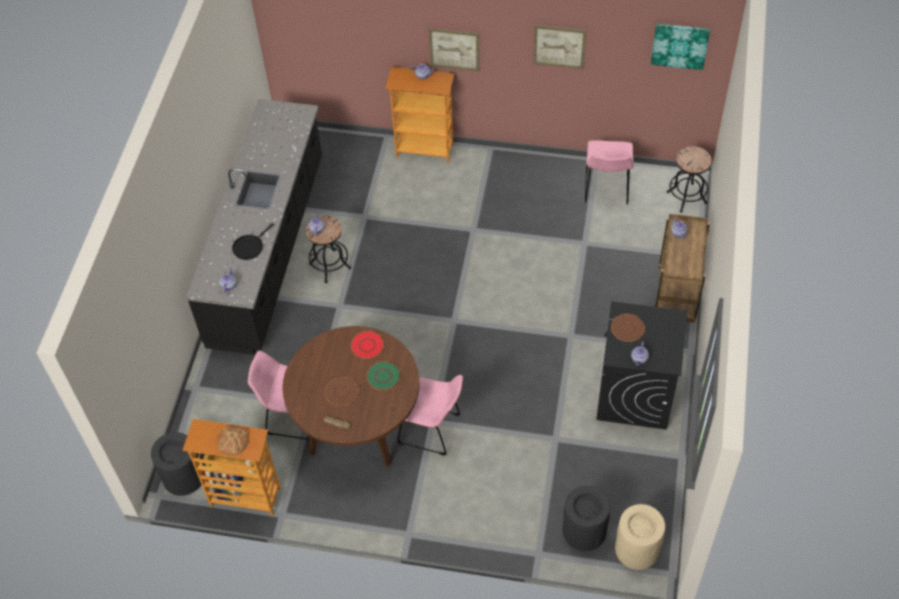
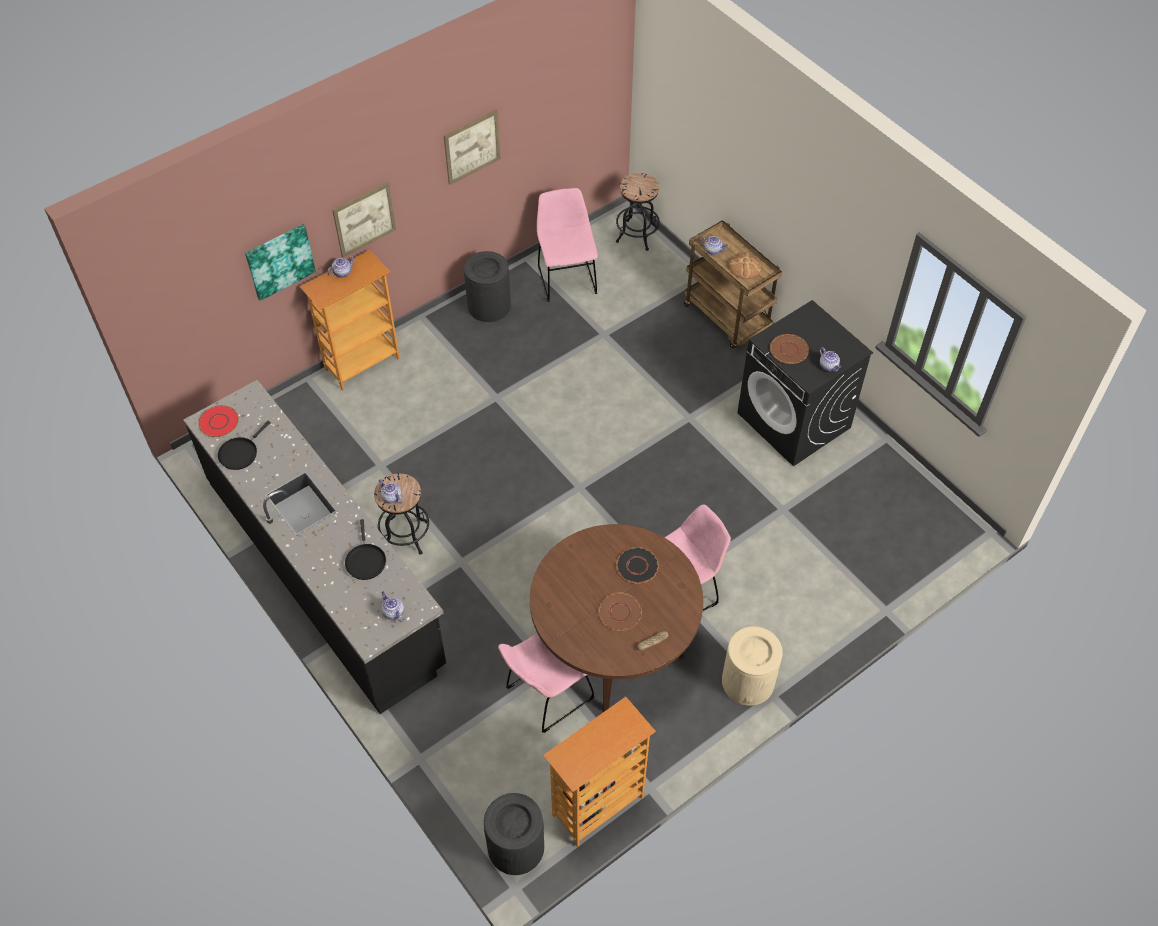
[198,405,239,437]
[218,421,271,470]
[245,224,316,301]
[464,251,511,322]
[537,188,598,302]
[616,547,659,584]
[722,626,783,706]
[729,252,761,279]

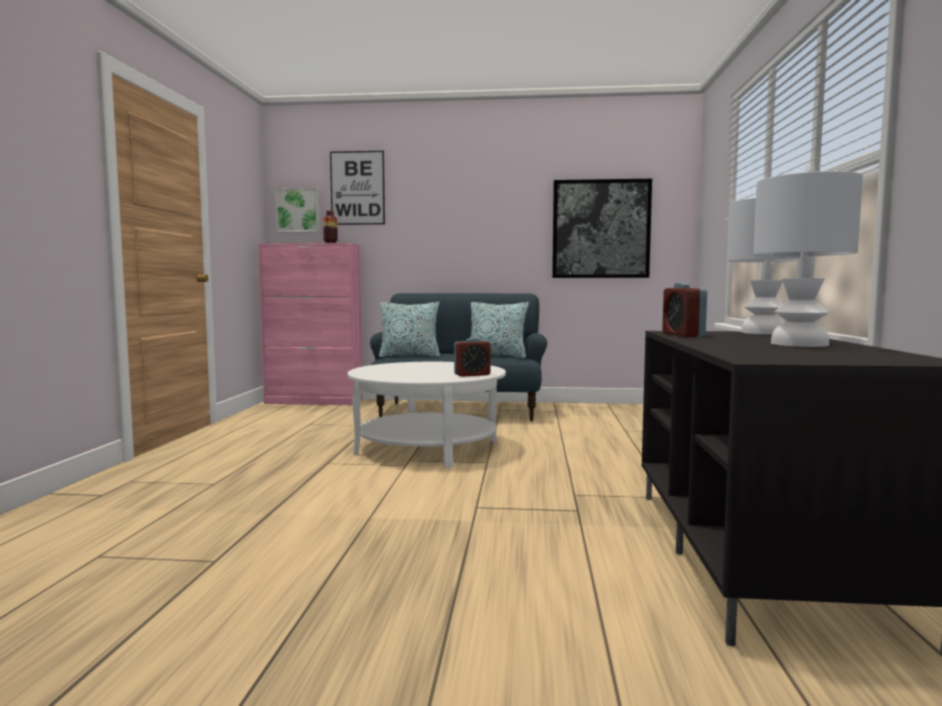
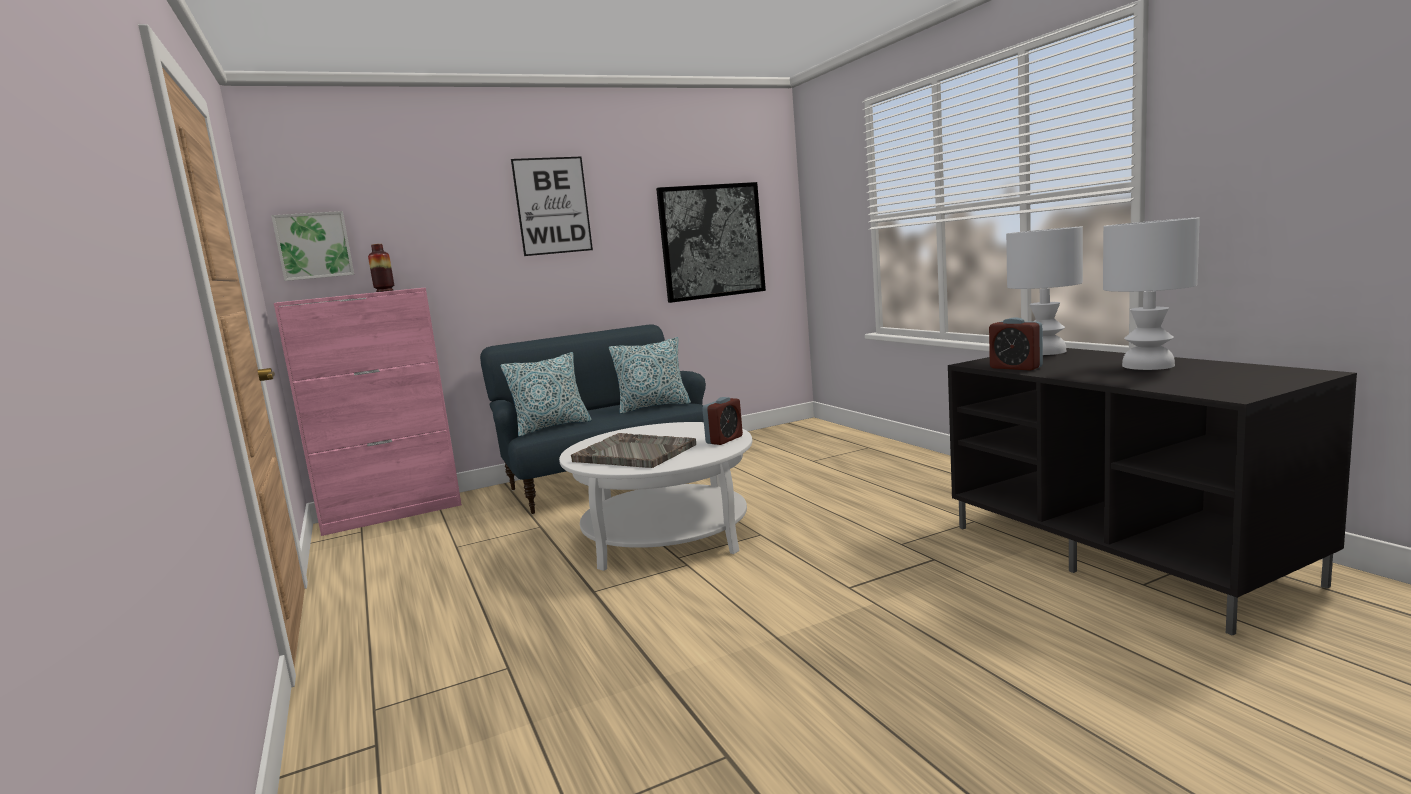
[511,157,593,256]
[571,433,696,468]

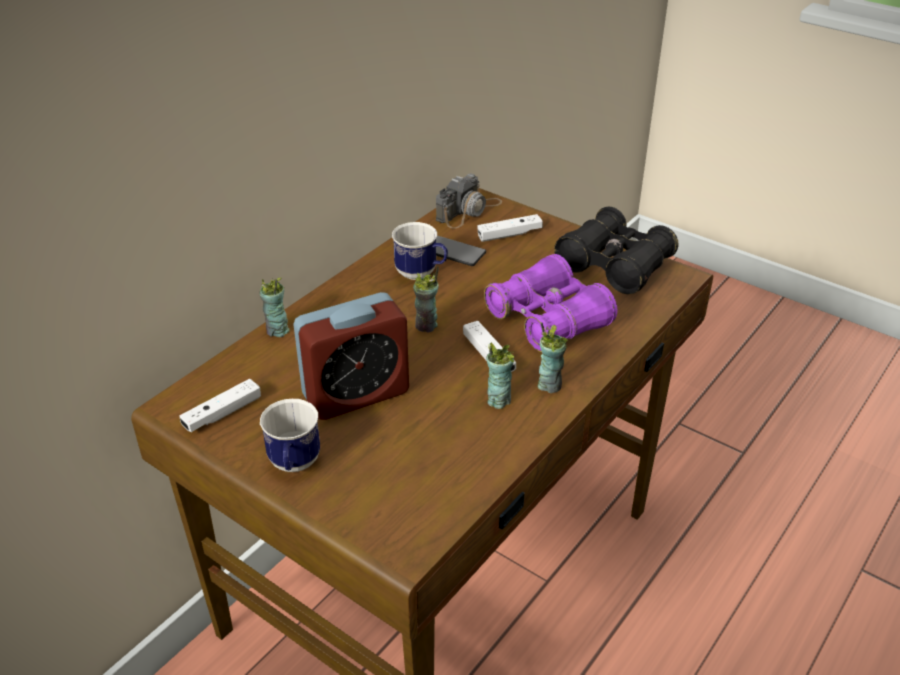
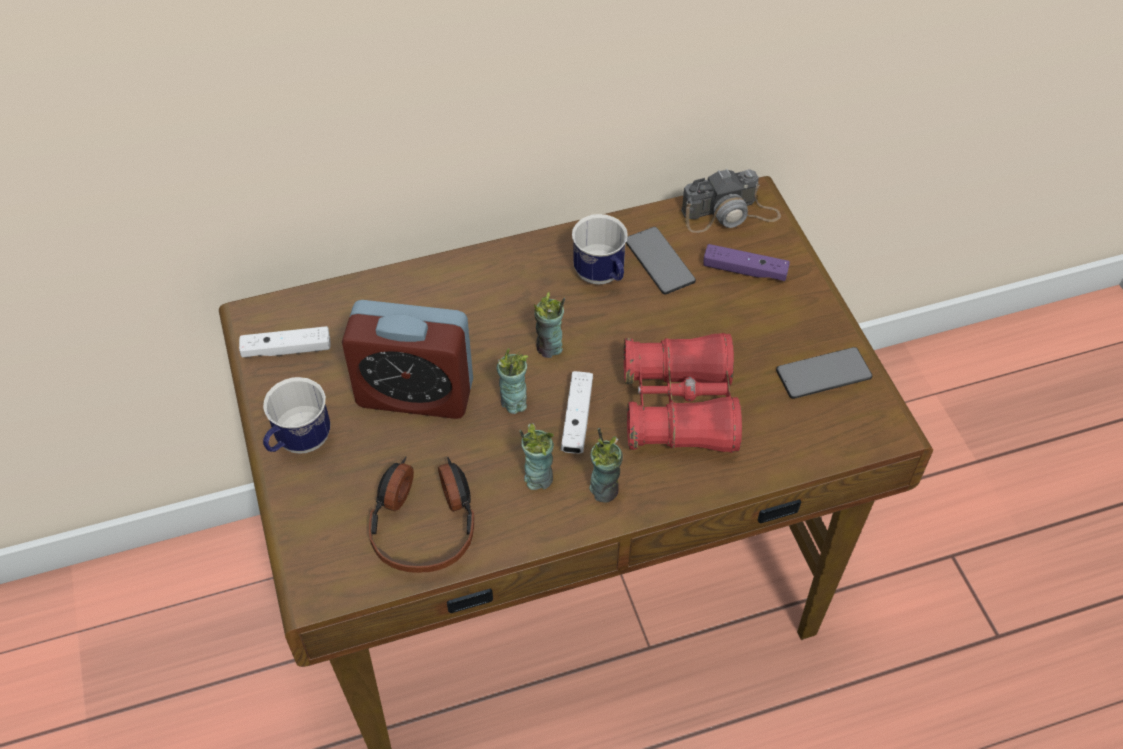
[369,457,474,573]
[496,348,529,414]
[623,333,742,453]
[704,244,790,281]
[776,347,872,399]

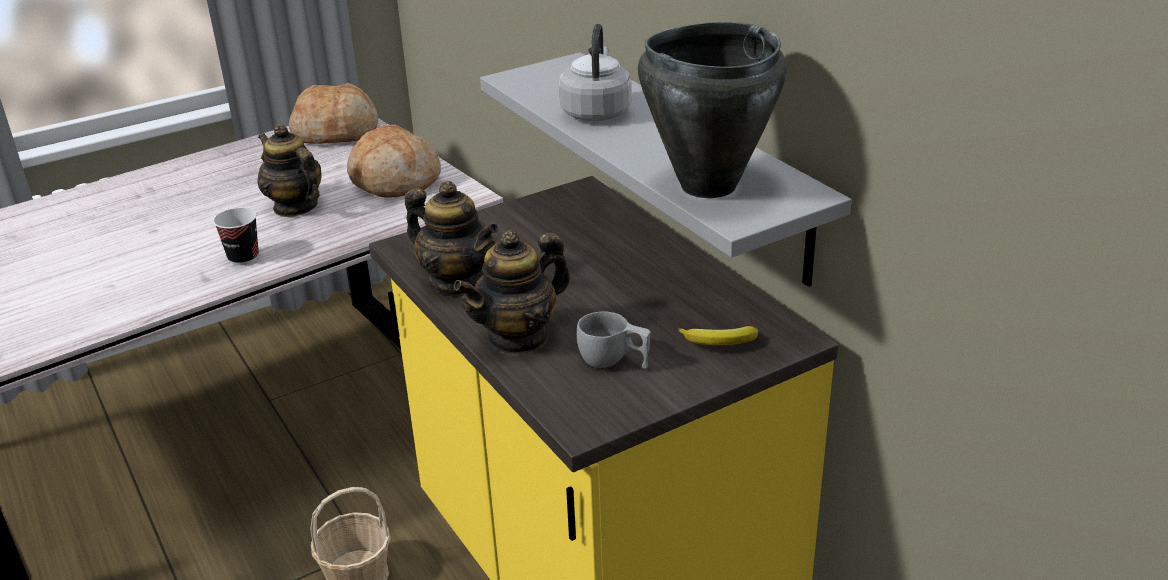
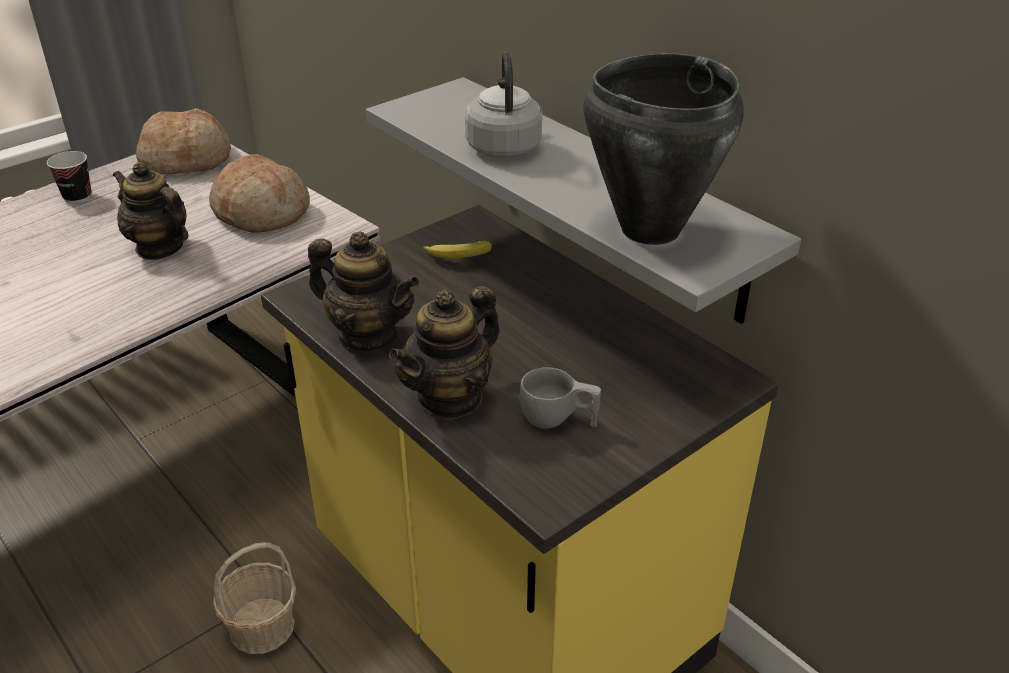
[47,151,92,203]
[423,241,492,258]

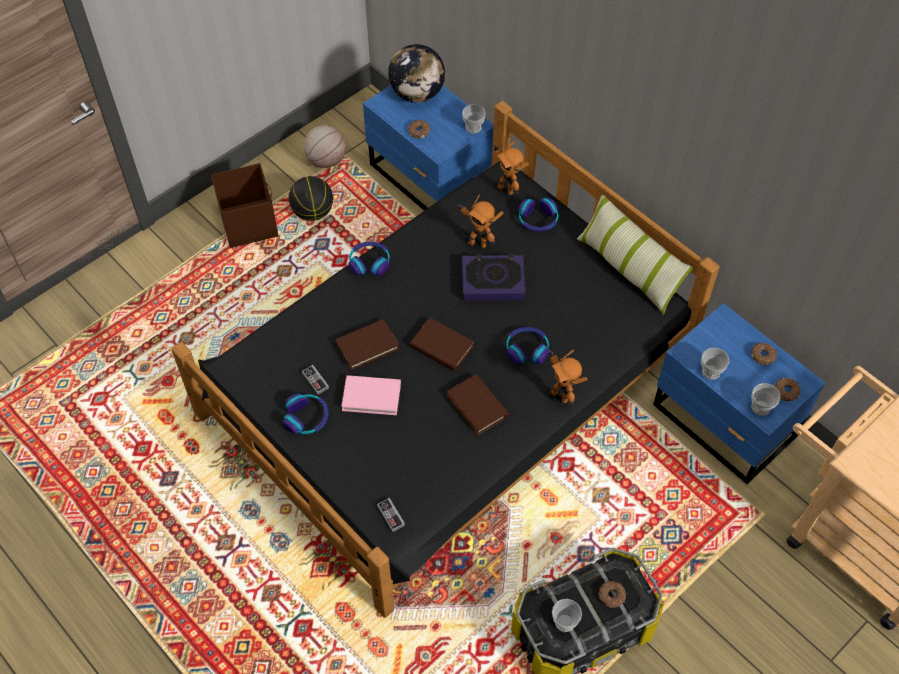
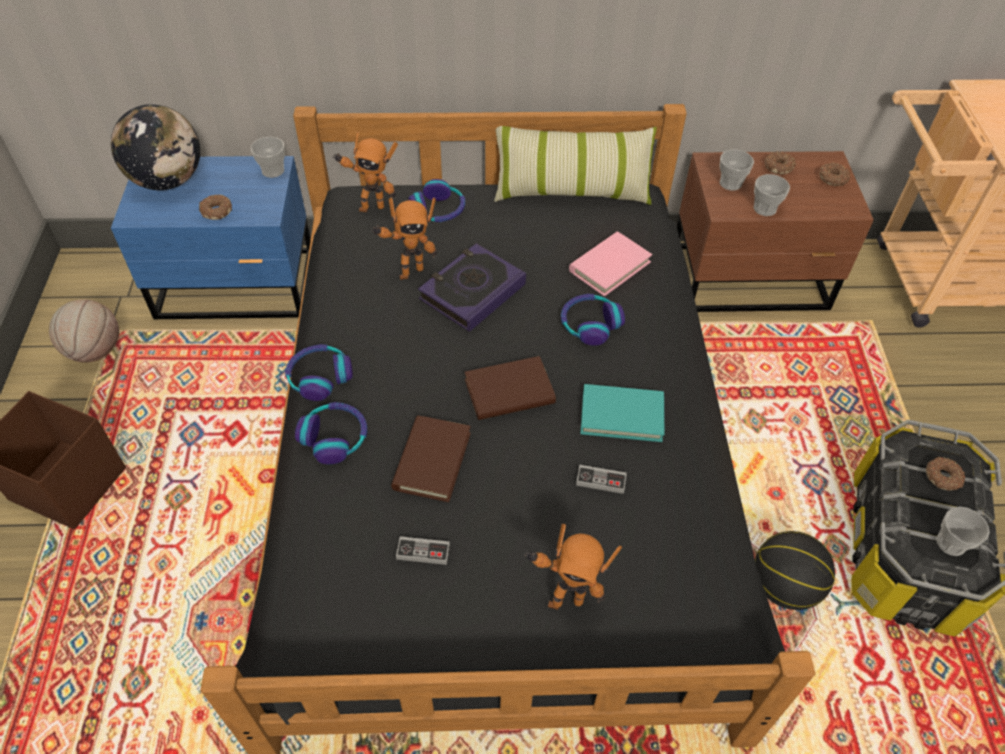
[295,402,367,464]
[524,524,622,610]
[569,231,652,297]
[576,465,627,494]
[580,384,664,442]
[677,151,874,312]
[719,150,754,190]
[755,531,835,610]

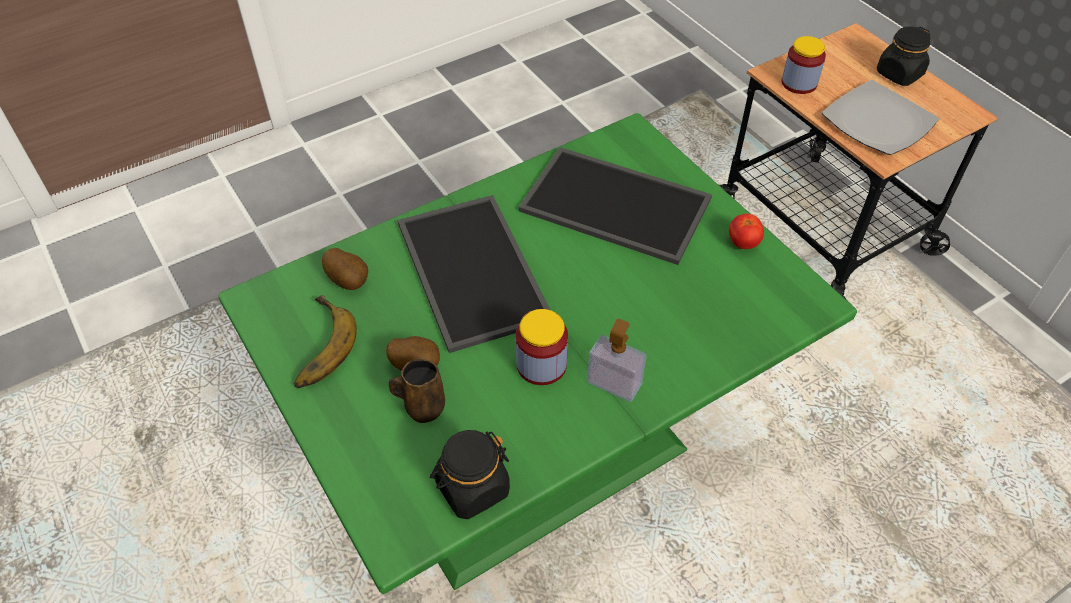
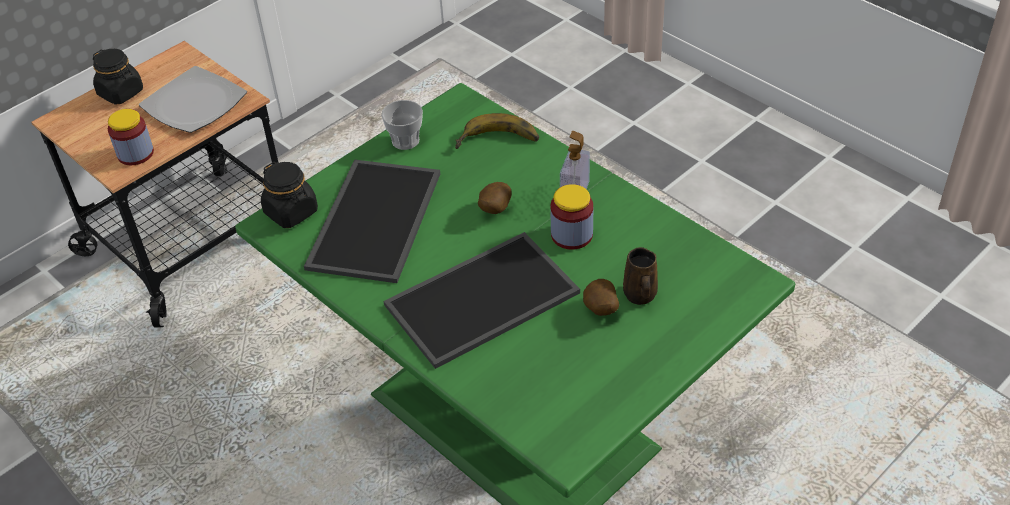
[261,162,318,228]
[381,100,423,150]
[455,113,539,149]
[478,182,512,214]

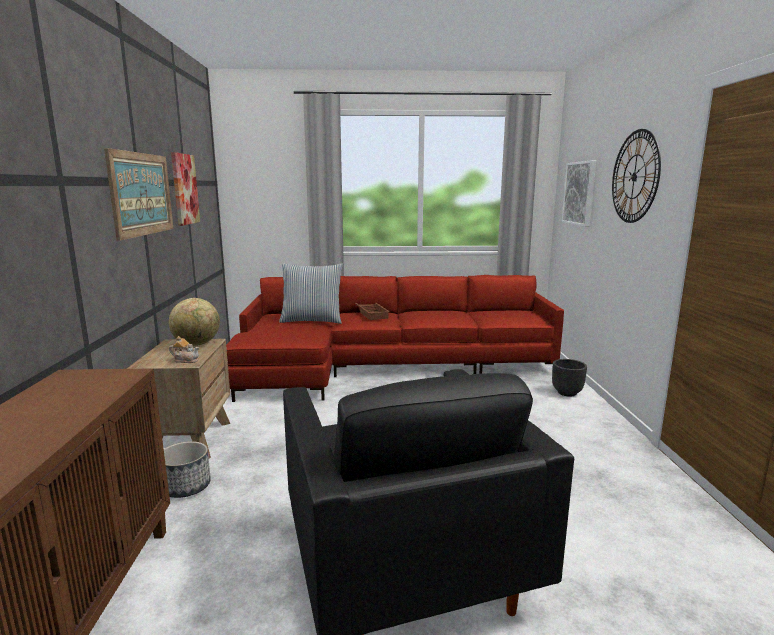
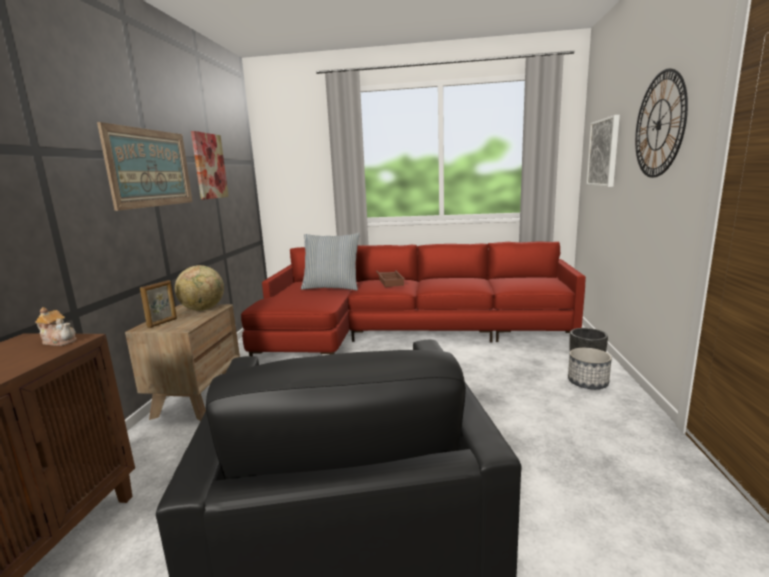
[35,307,77,346]
[140,280,177,328]
[568,348,612,389]

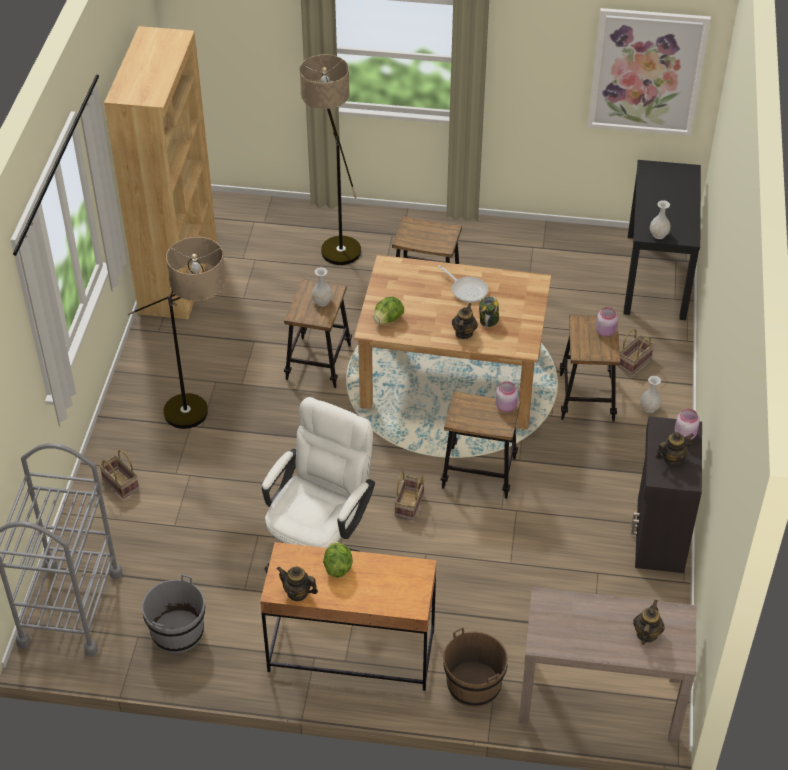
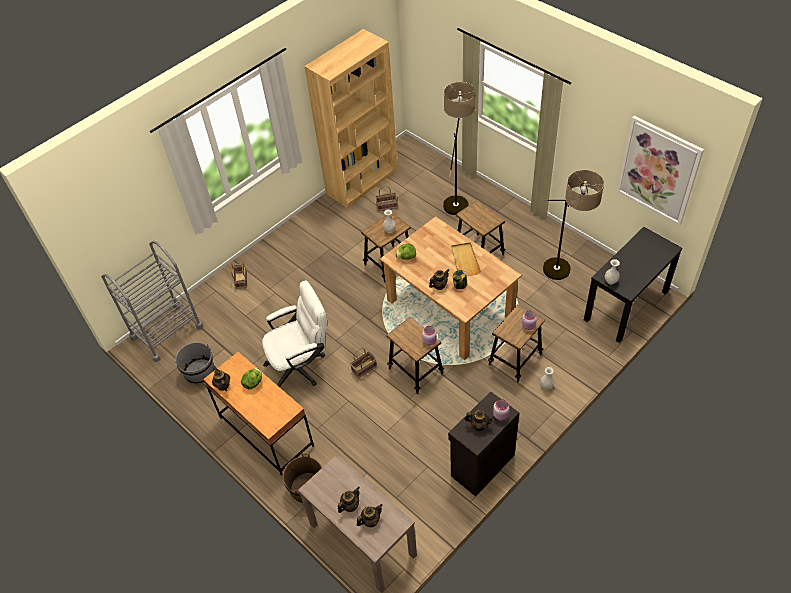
[338,487,360,513]
[375,186,398,211]
[451,242,481,276]
[543,170,604,280]

